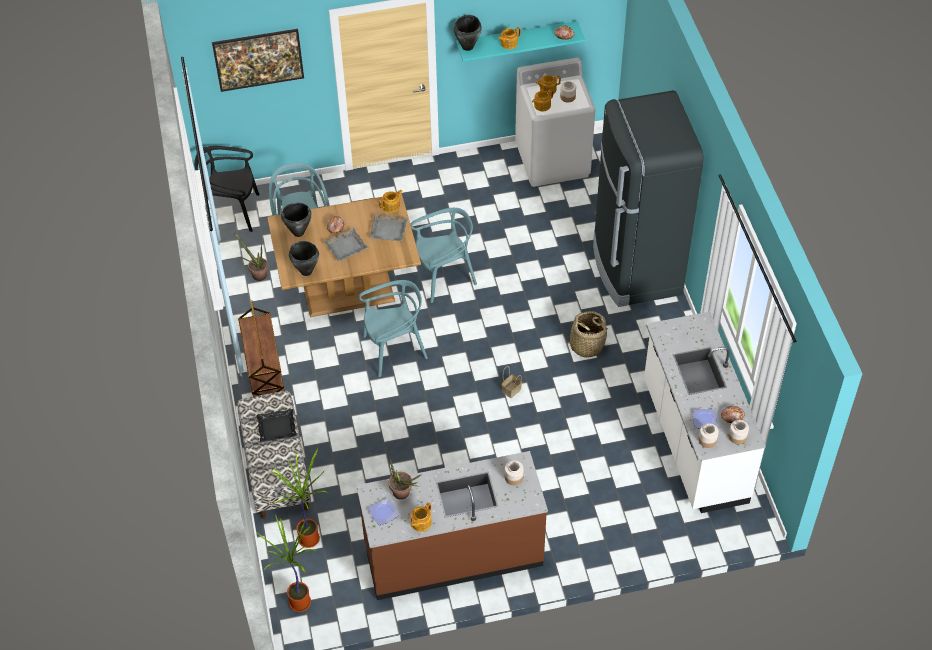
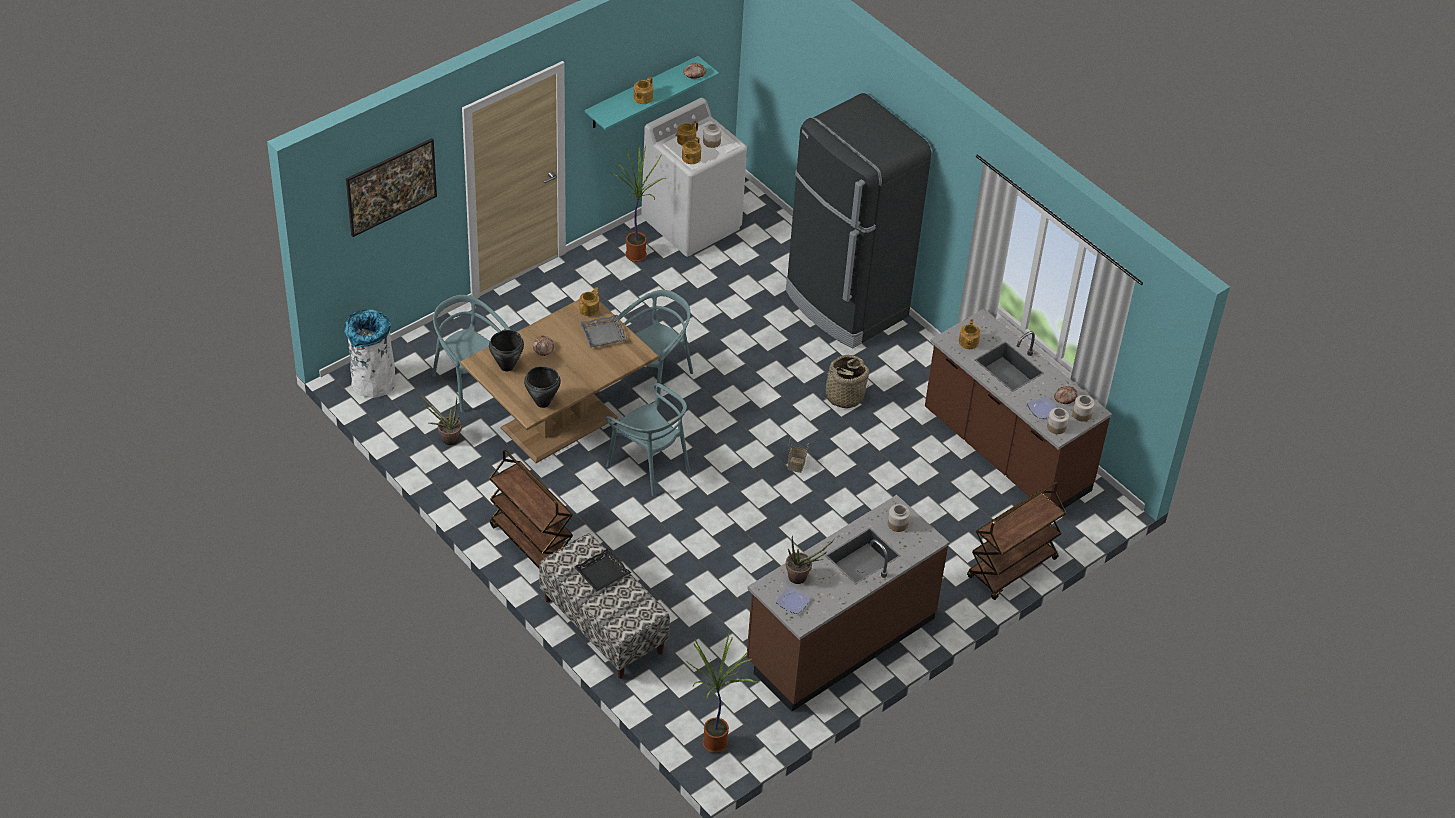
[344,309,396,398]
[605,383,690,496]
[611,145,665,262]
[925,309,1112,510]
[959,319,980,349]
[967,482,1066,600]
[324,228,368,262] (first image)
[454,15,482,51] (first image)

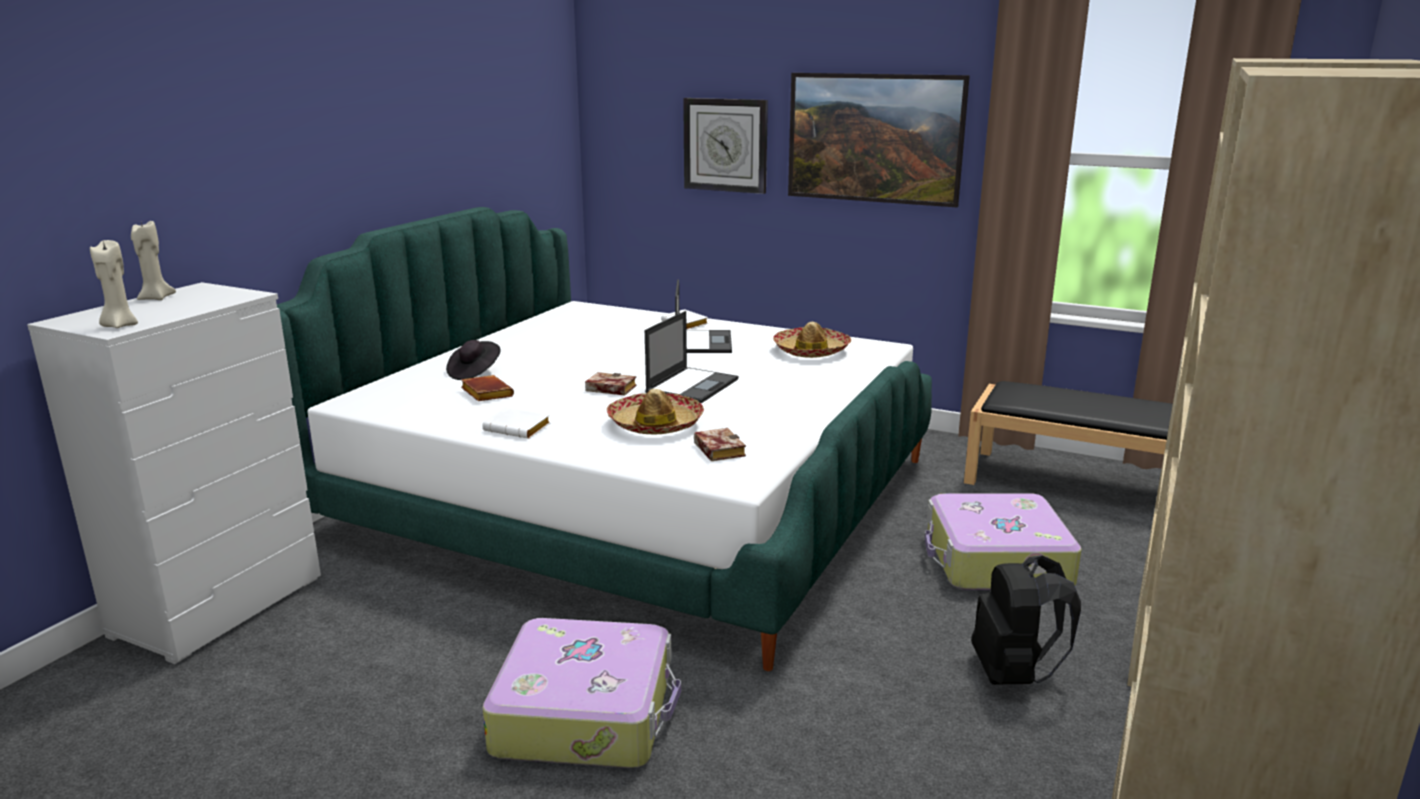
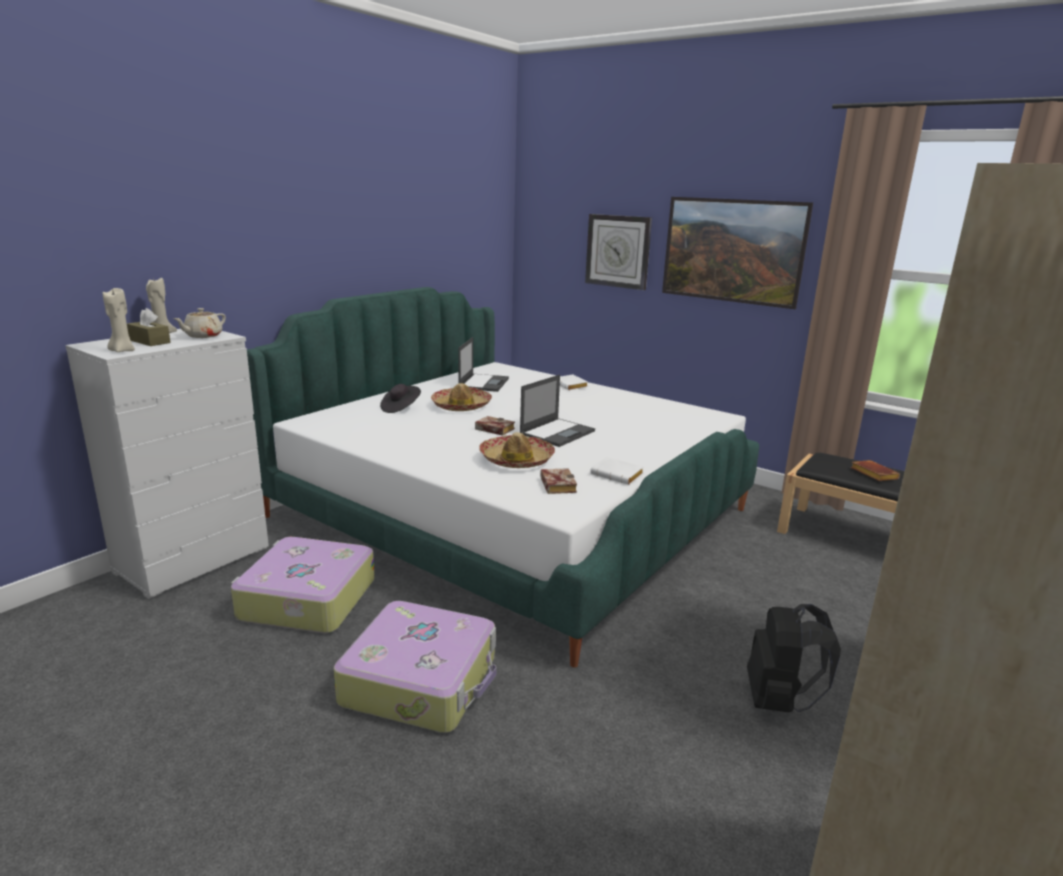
[127,308,171,346]
[173,308,226,338]
[231,537,375,633]
[431,383,492,411]
[458,337,509,392]
[590,457,644,485]
[850,460,900,481]

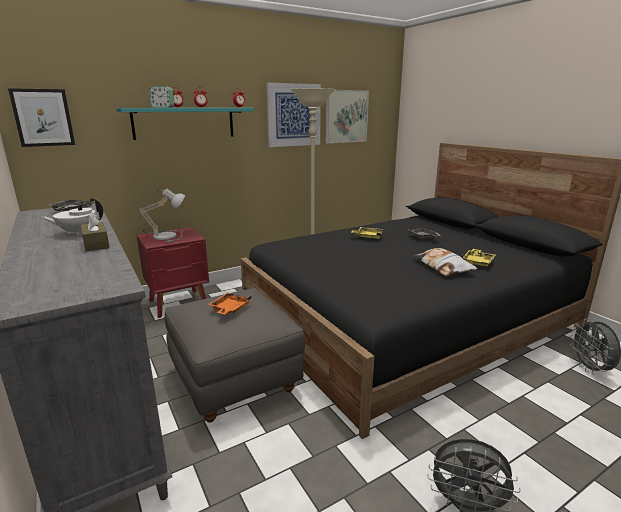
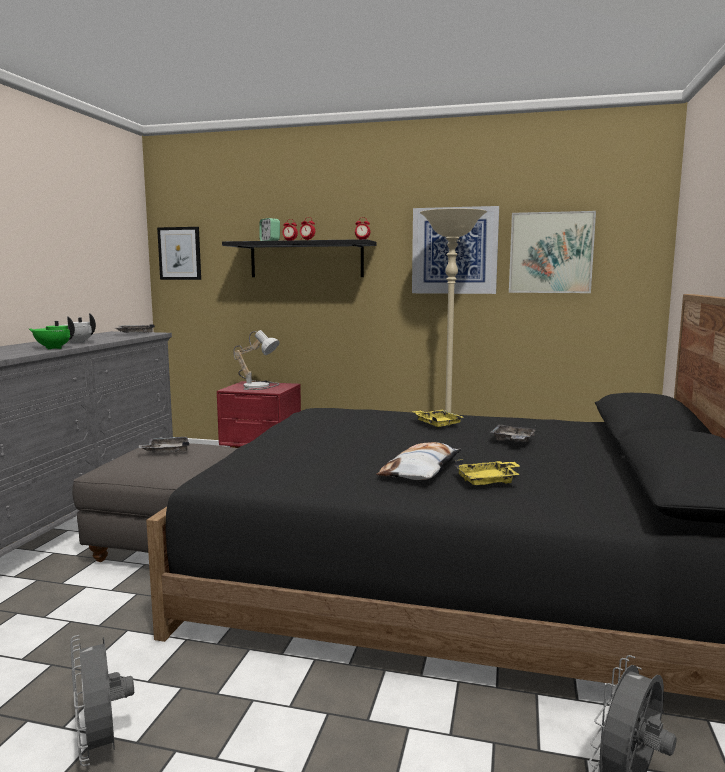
[29,316,75,349]
[139,437,189,453]
[222,239,376,277]

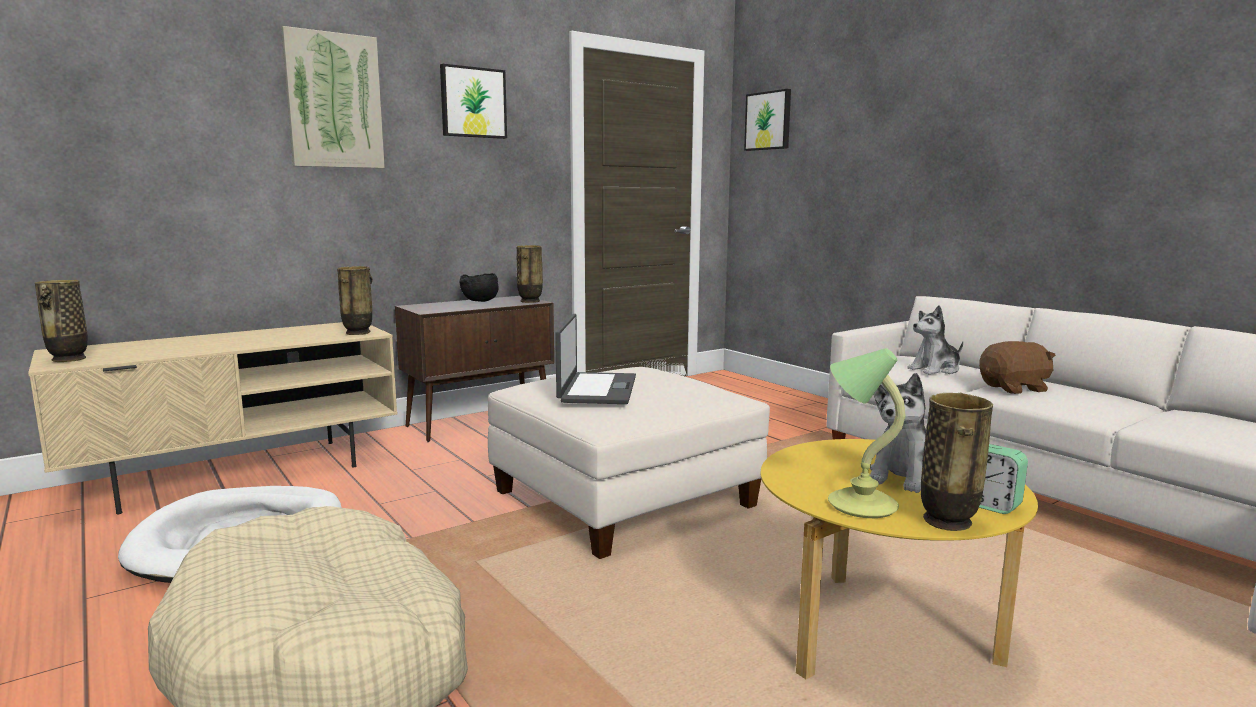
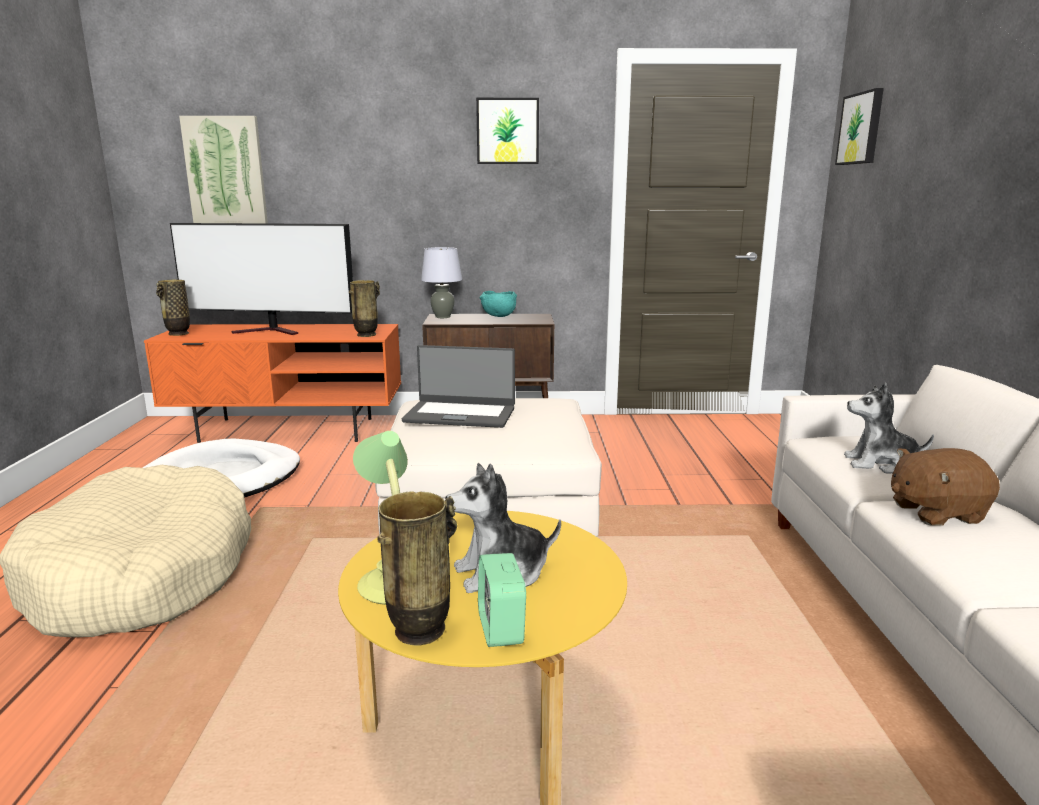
[144,324,401,443]
[170,223,353,335]
[179,116,268,224]
[402,345,515,428]
[421,247,462,318]
[479,291,517,317]
[891,448,1000,526]
[516,245,543,303] (first image)

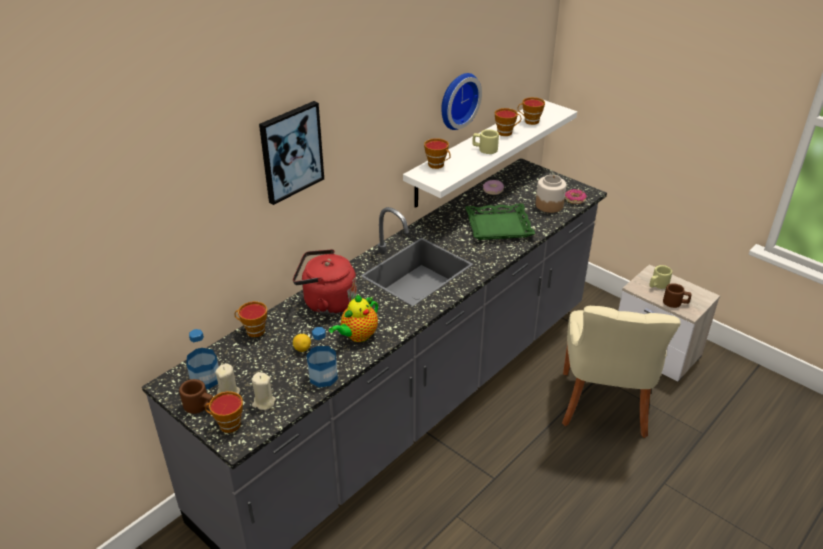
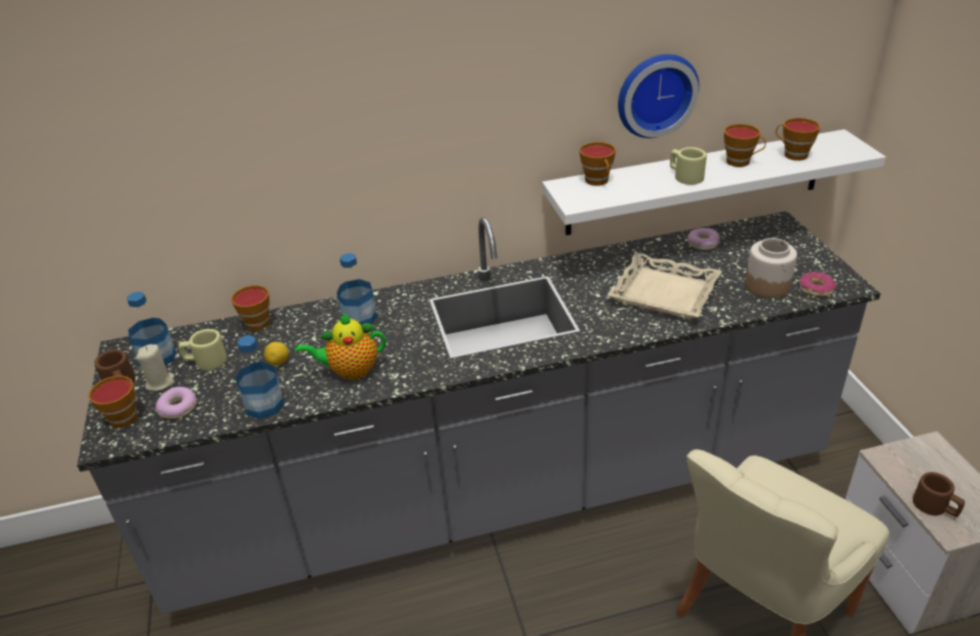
[155,387,197,419]
[178,329,227,370]
[337,253,377,326]
[607,252,722,319]
[259,101,324,205] (first image)

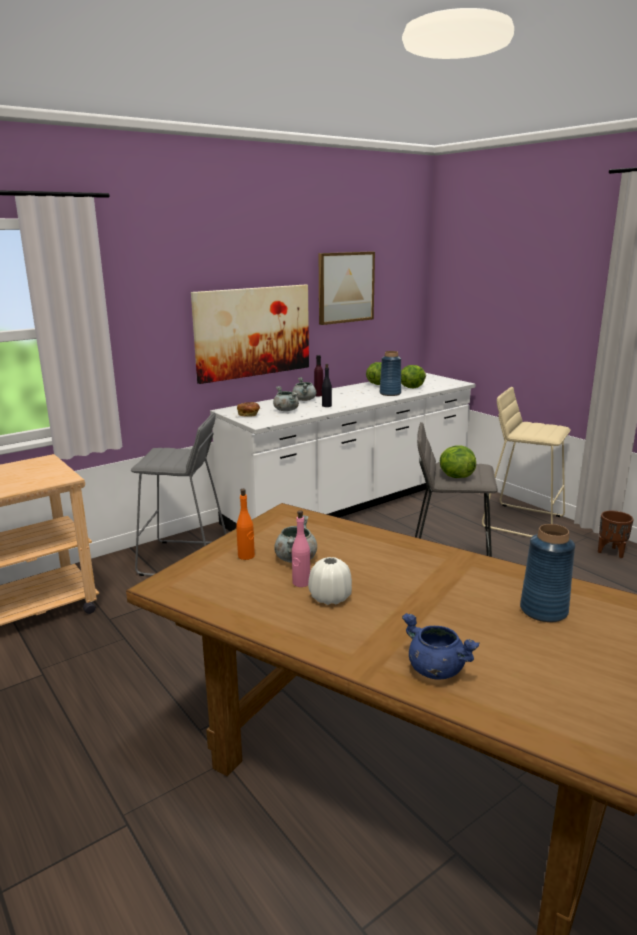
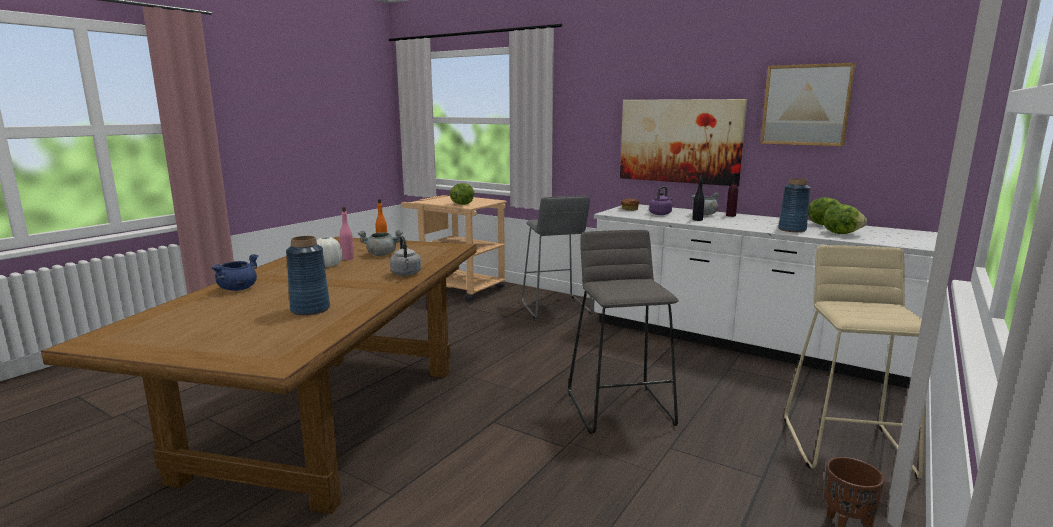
[390,236,421,276]
[450,183,475,205]
[649,186,672,215]

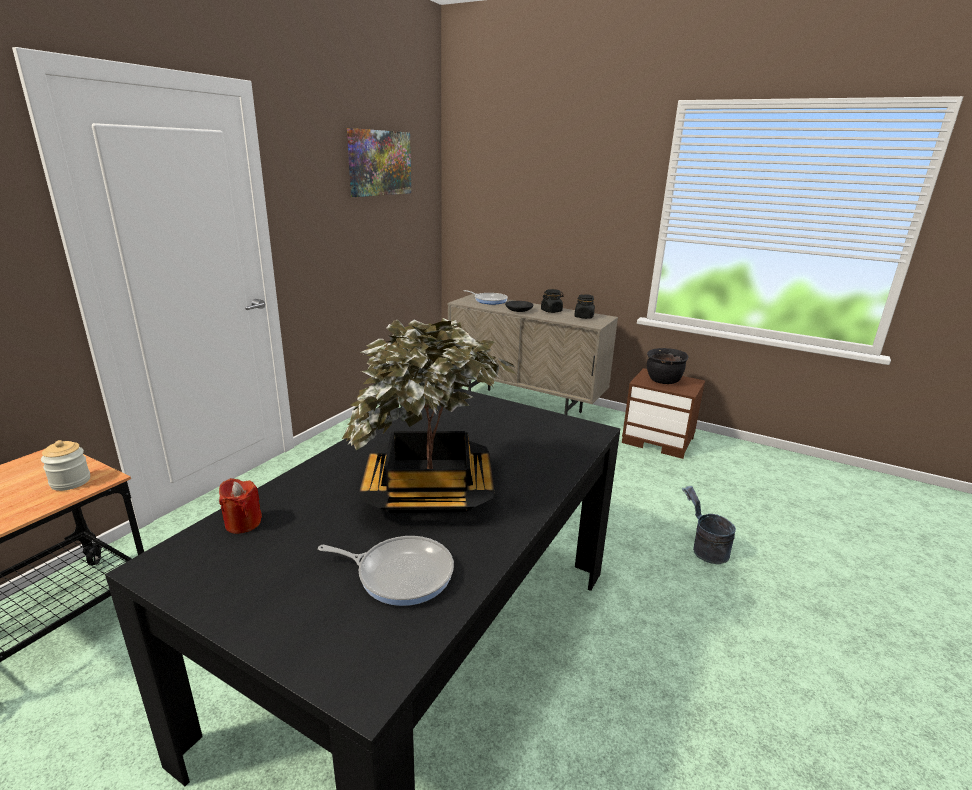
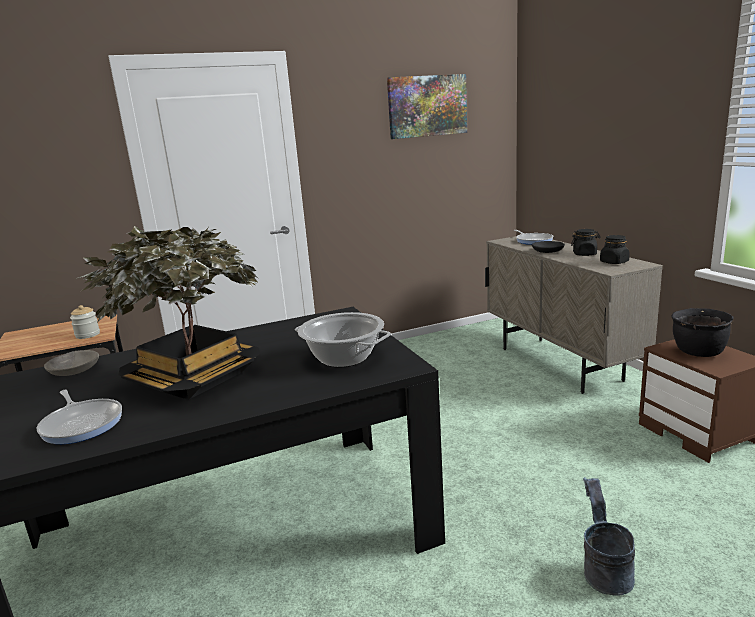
[44,350,99,376]
[295,312,391,367]

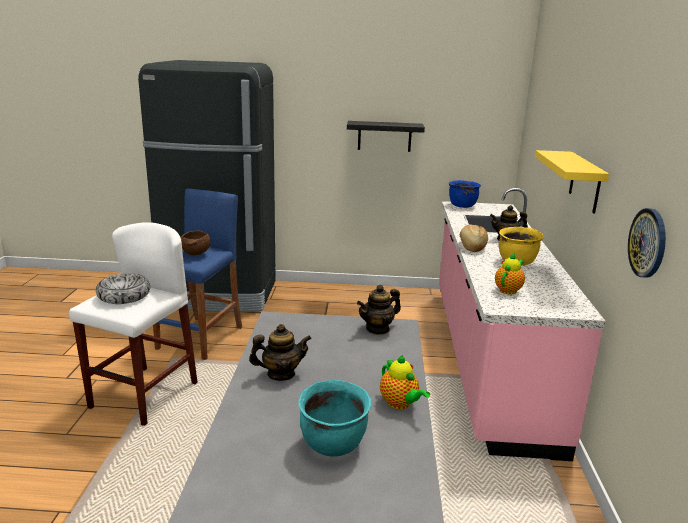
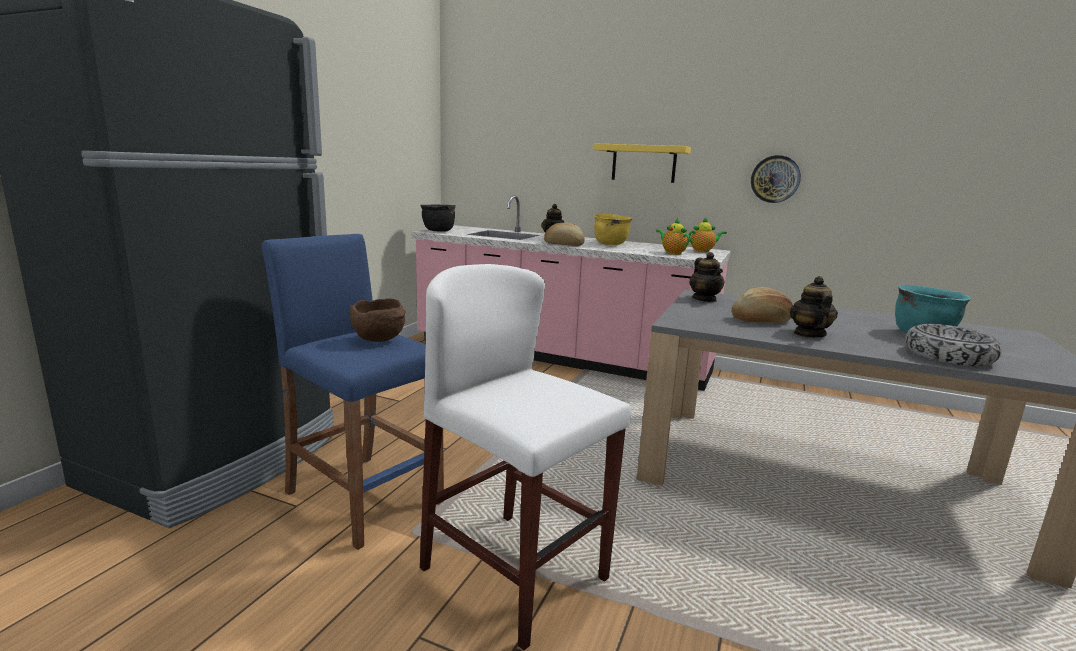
[421,204,456,232]
[689,217,727,252]
[731,287,793,323]
[905,324,1002,366]
[347,121,425,152] (first image)

